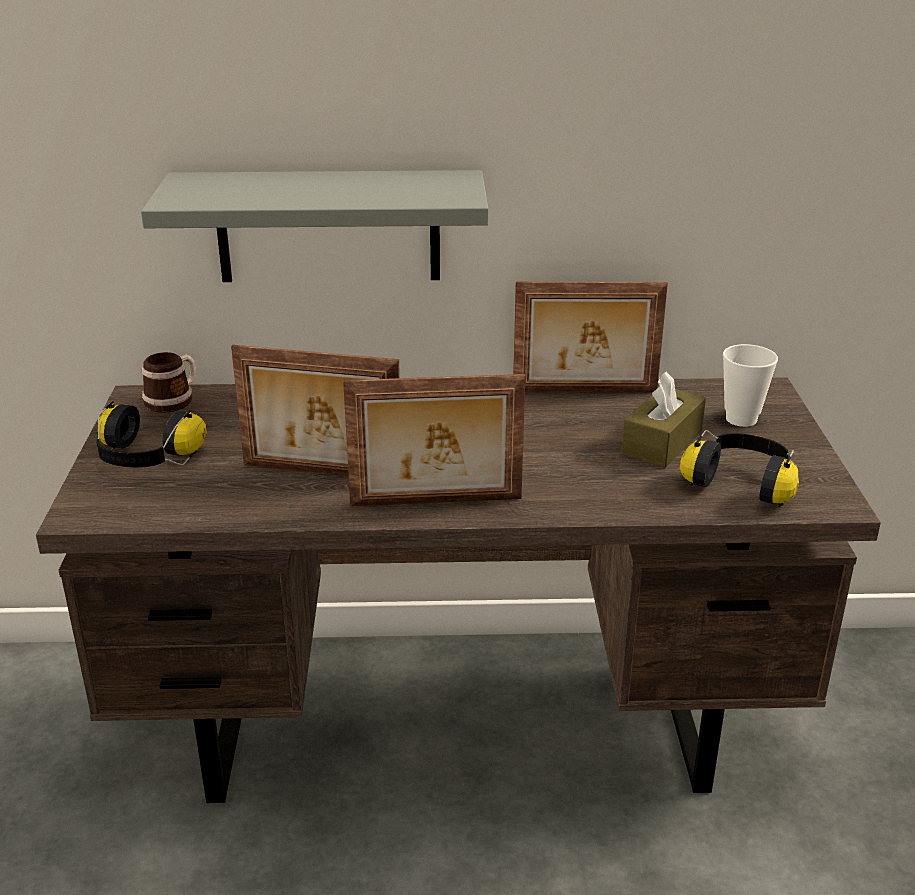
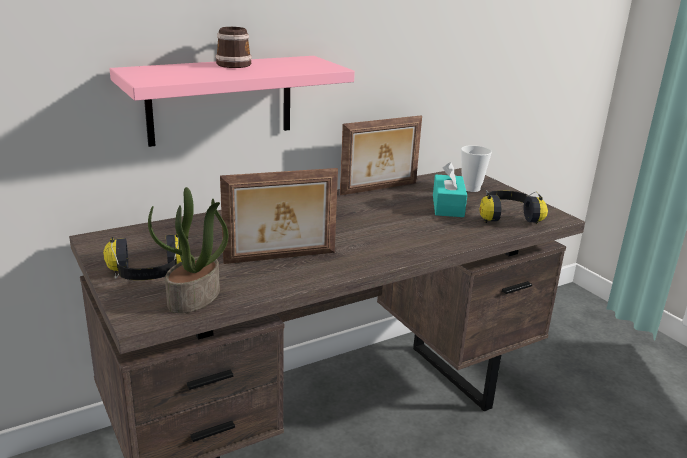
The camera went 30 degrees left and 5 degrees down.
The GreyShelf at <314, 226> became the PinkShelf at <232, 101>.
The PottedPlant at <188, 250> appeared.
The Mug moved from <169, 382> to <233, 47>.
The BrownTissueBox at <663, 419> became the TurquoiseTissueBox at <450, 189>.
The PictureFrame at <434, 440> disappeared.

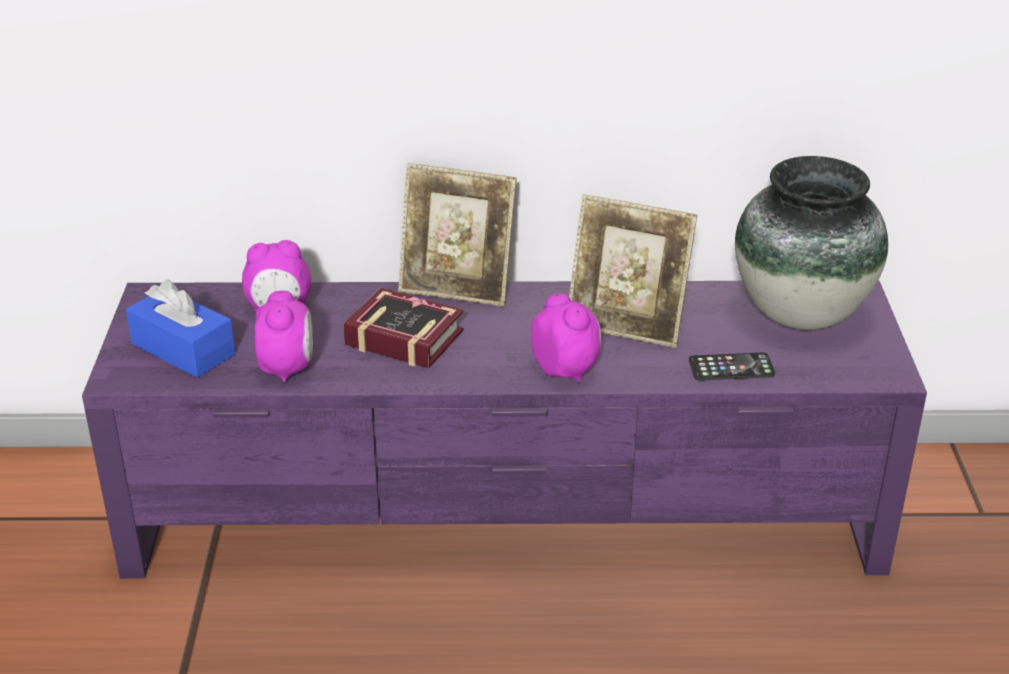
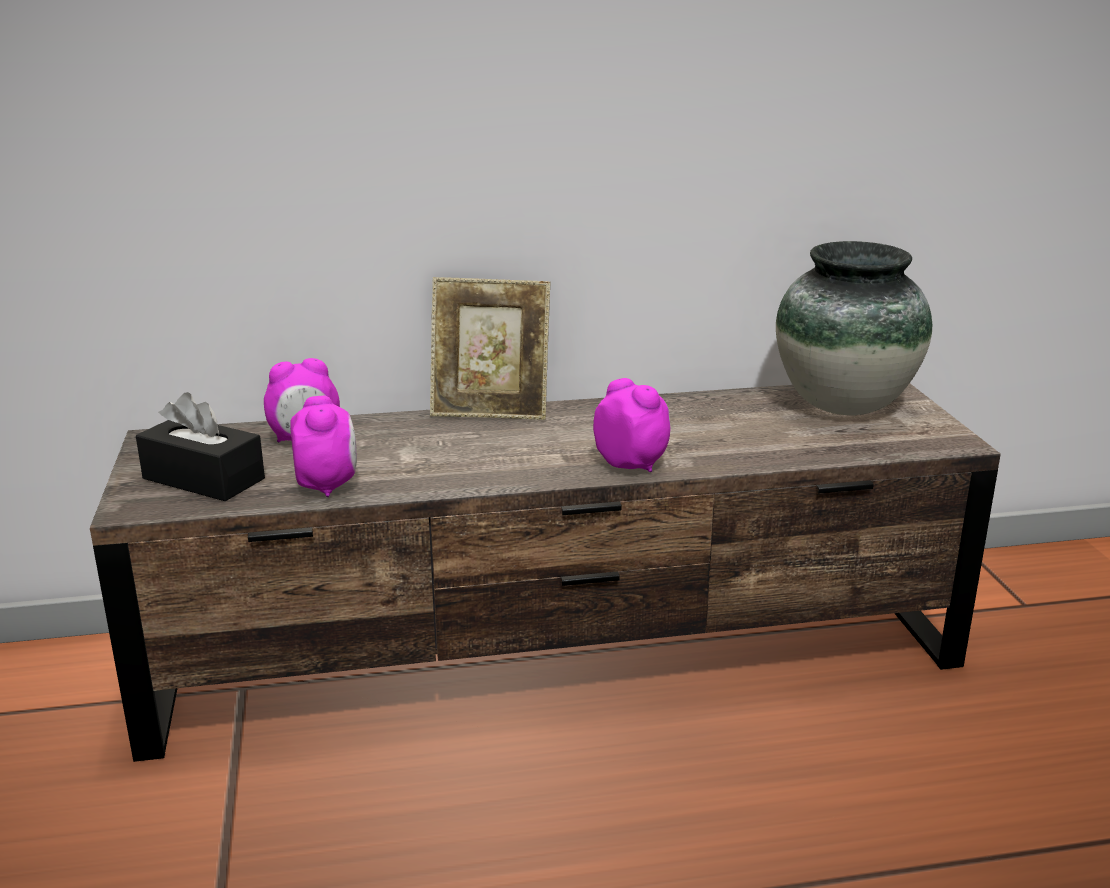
The camera went 10 degrees left and 10 degrees down.
The PurpleTvStand at <504, 429> became the BrownTvStand at <545, 572>.
The BlueTissueBox at <180, 329> became the BlackTissueBox at <200, 446>.
The Book at <403, 328> disappeared.
The PictureFrame at <633, 271> disappeared.
The Phone at <732, 366> disappeared.

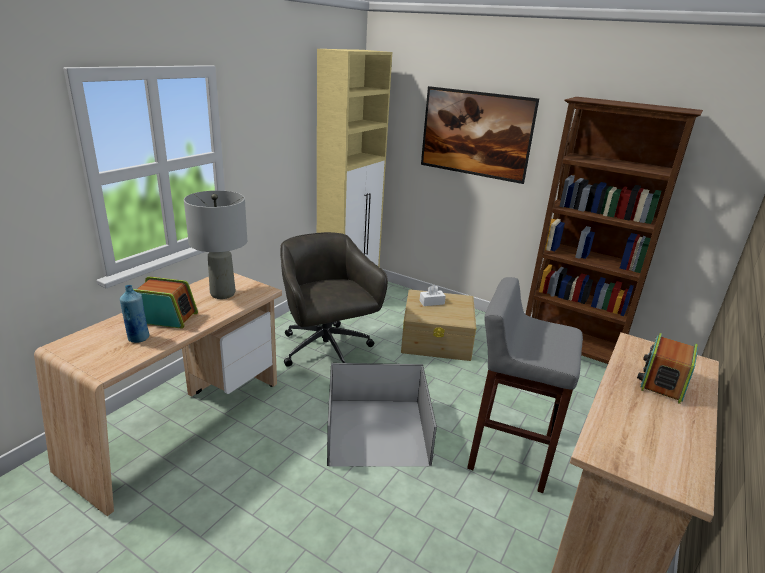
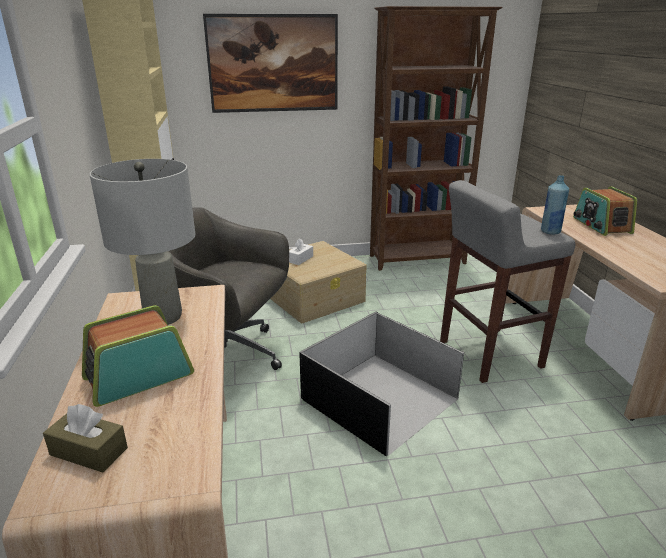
The camera went 40 degrees left and 0 degrees up.
The BrownTissueBox at <85, 438> appeared.
The BlueBottle moved from <134, 314> to <555, 204>.

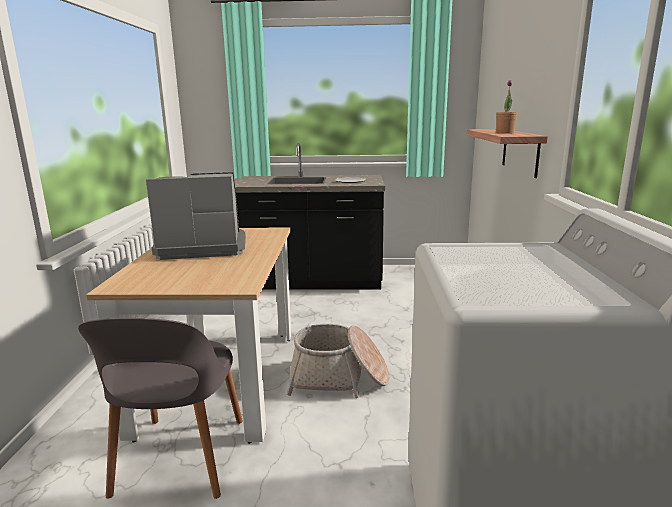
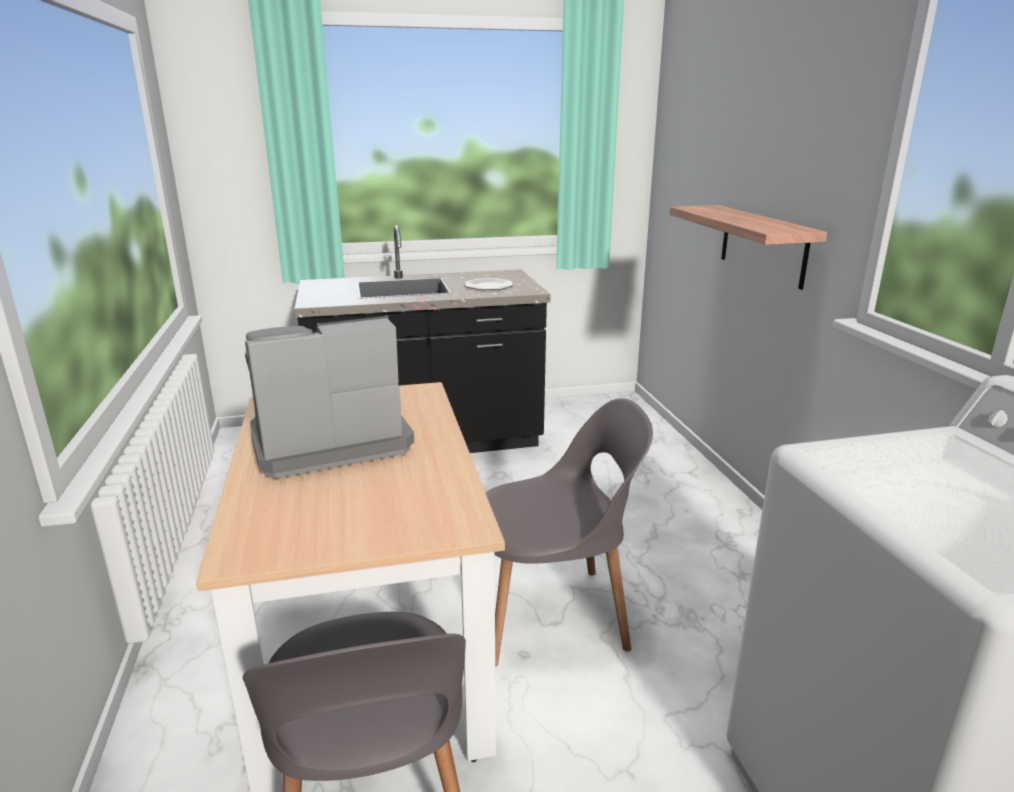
The camera went 15 degrees left and 5 degrees up.
The Basket at <338, 361> was replaced by the GreyChair at <569, 532>.
The PottedPlant at <506, 107> disappeared.

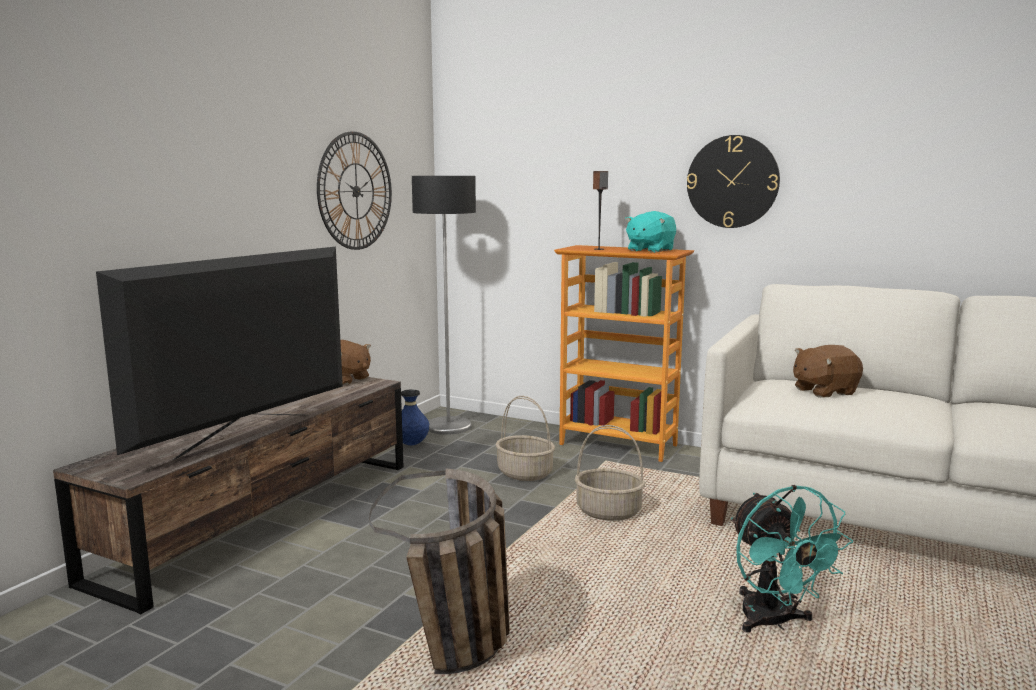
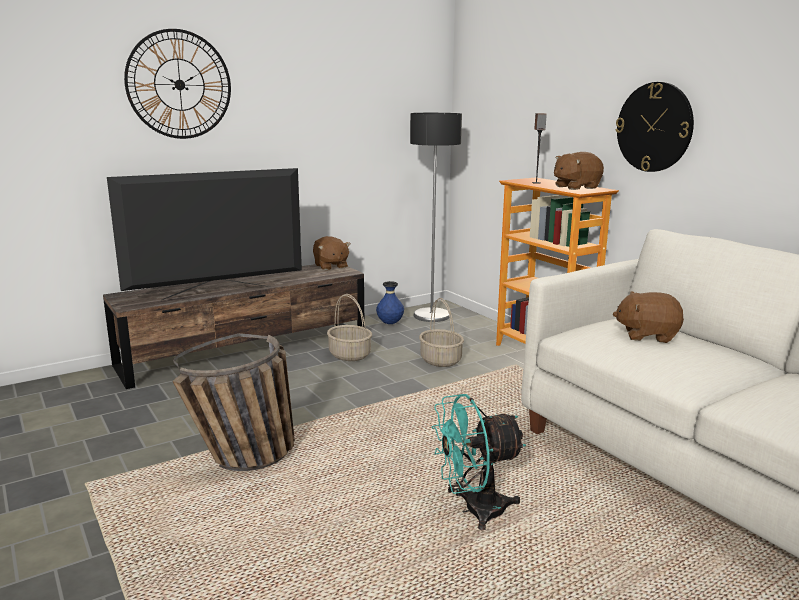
The camera went 30 degrees right and 5 degrees up.
The WallClock moved from <354, 191> to <177, 84>.
The Basket moved from <610, 473> to <349, 327>.
The TurquoiseFan at <792, 559> turned 60 degrees clockwise.
The TurquoisePlushToy at <650, 232> became the BrownPlushToy at <579, 171>.

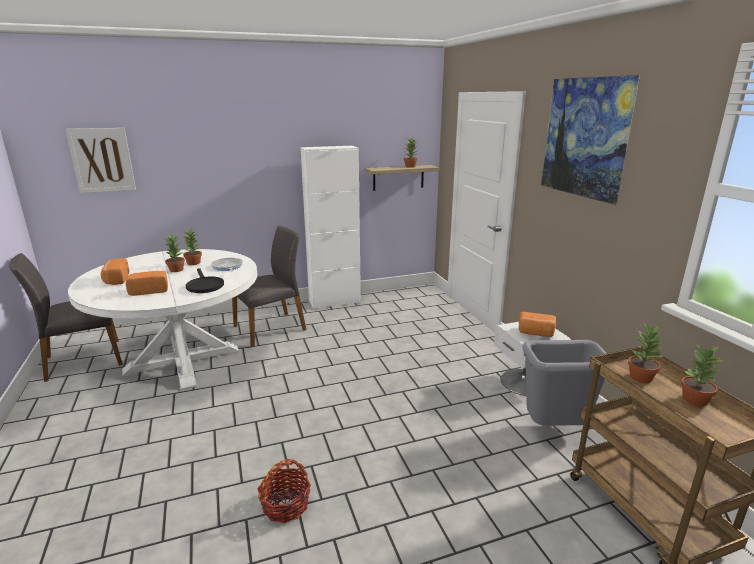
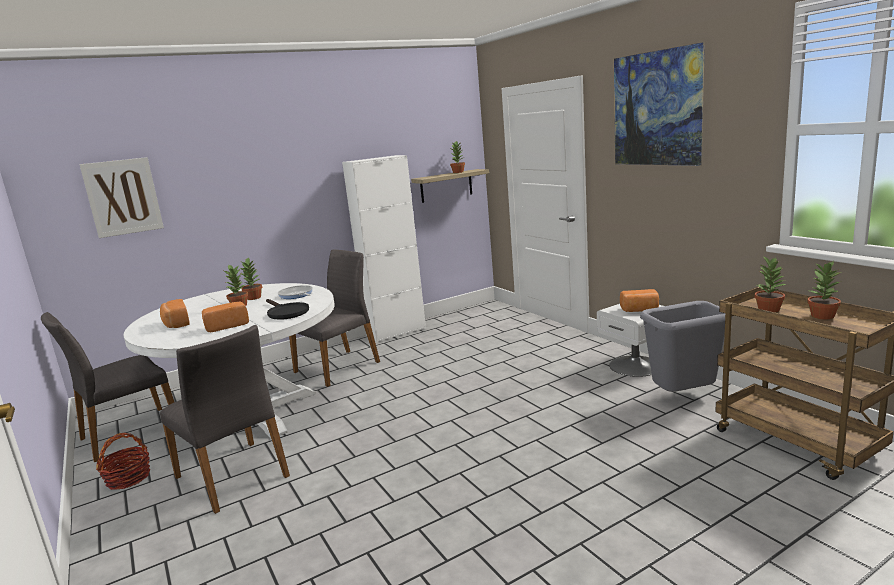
The camera went 10 degrees left and 5 degrees down.
The Basket moved from <284, 491> to <123, 461>.
The GreyChair at <225, 419> appeared.

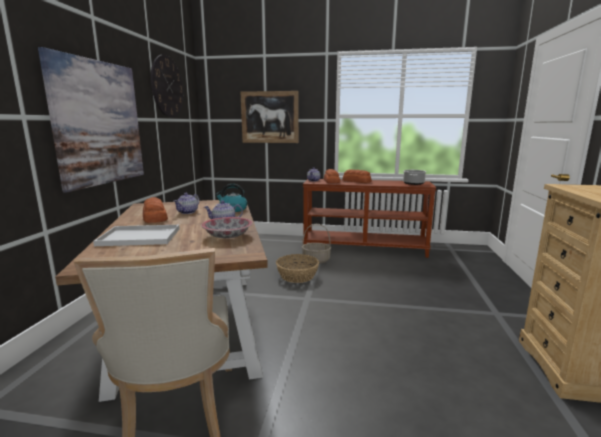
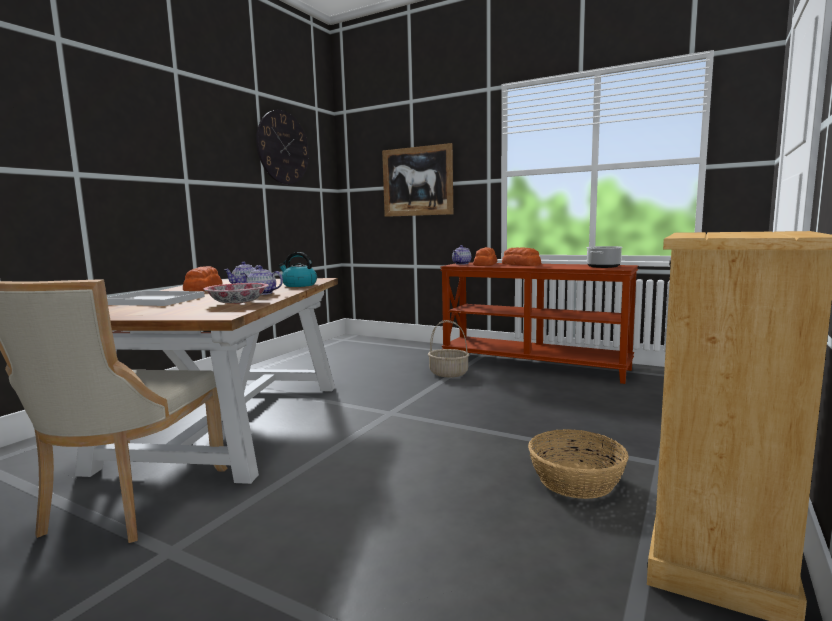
The camera went 20 degrees right and 5 degrees down.
The Basket moved from <297, 268> to <578, 464>.
The Picture at <91, 120> disappeared.

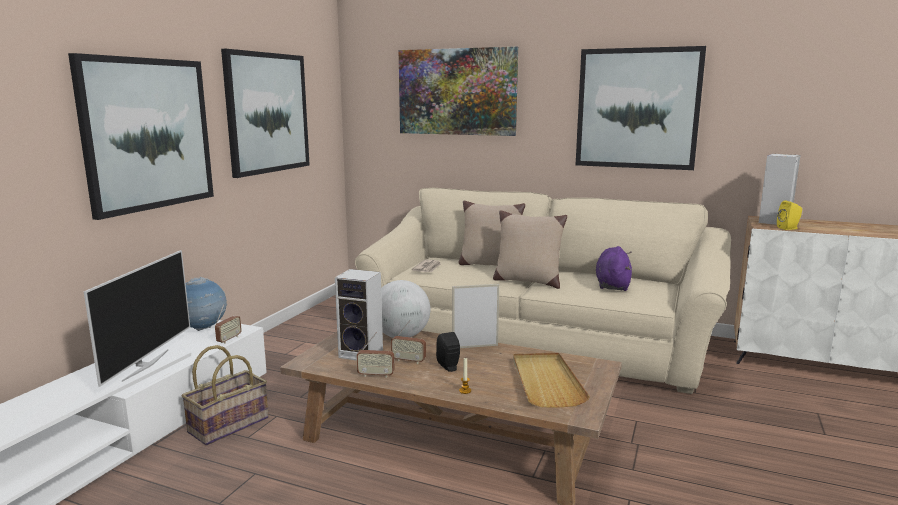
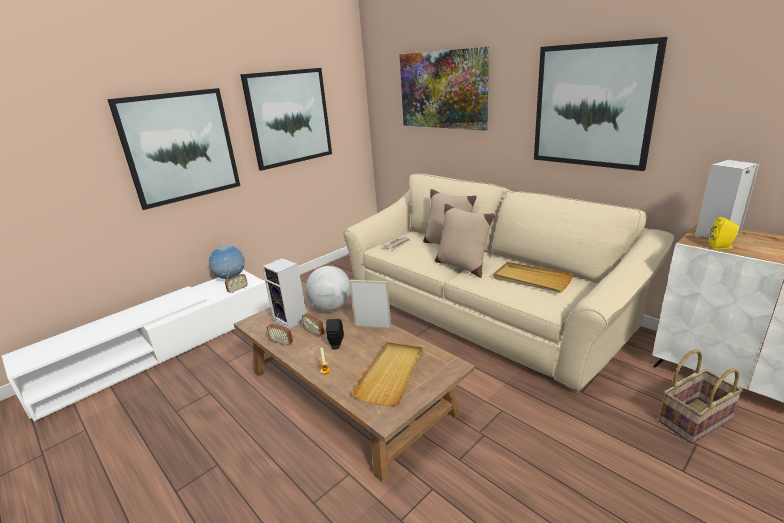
The camera went 25 degrees right and 10 degrees up.
The PurplePlushToy at <614, 268> was replaced by the BeigeTray at <533, 277>.
The Basket moved from <225, 395> to <701, 396>.
The Television at <137, 318> disappeared.

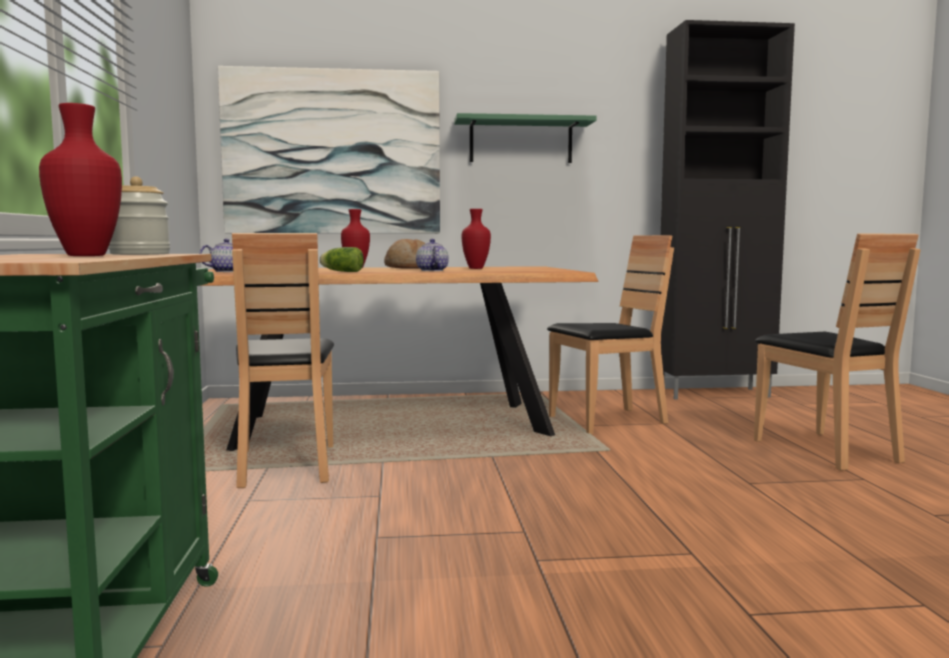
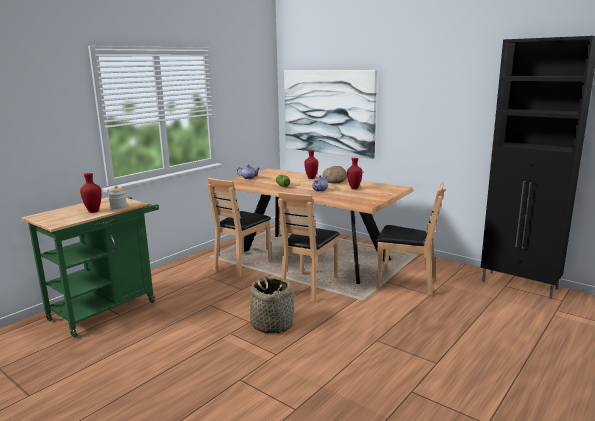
The camera went 45 degrees right and 10 degrees up.
The Basket at <272, 305> appeared.
The BrownChair moved from <837, 352> to <309, 247>.
The GreenShelf at <525, 138> disappeared.

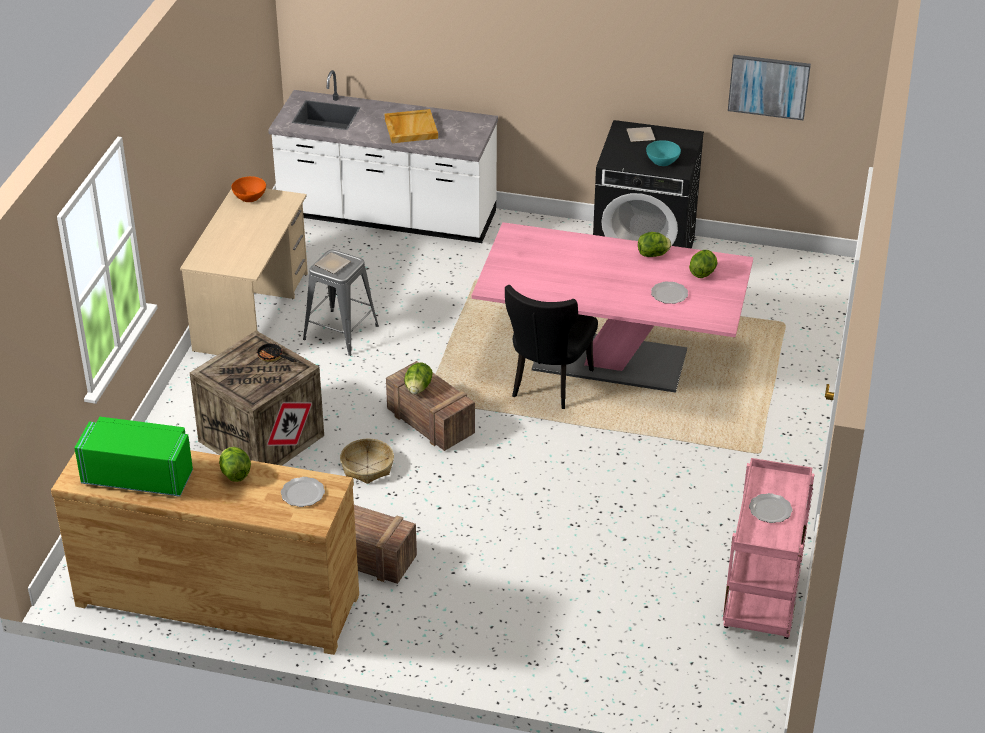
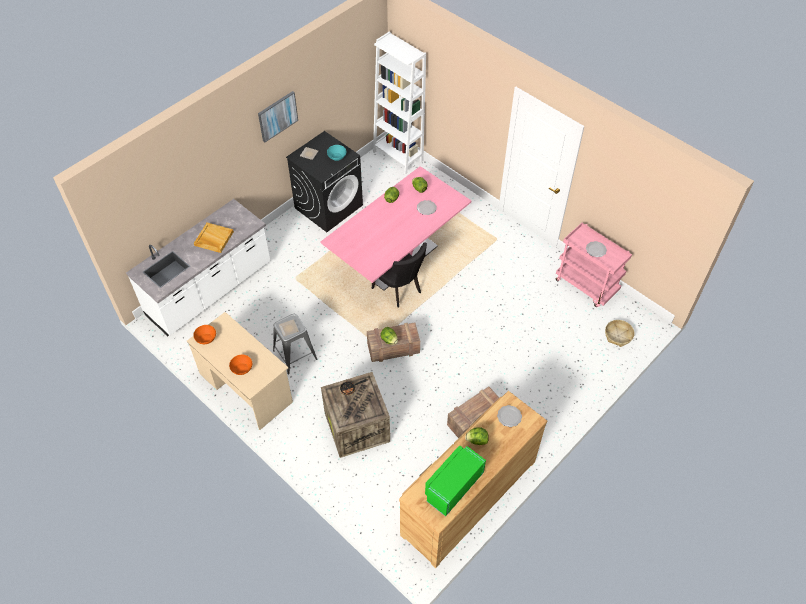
The camera went 60 degrees left and 15 degrees up.
The OrangeBowl at <240, 365> appeared.
The Picture moved from <769, 87> to <278, 116>.
The WhiteBookcase at <399, 102> appeared.
The Basket moved from <367, 461> to <620, 333>.

